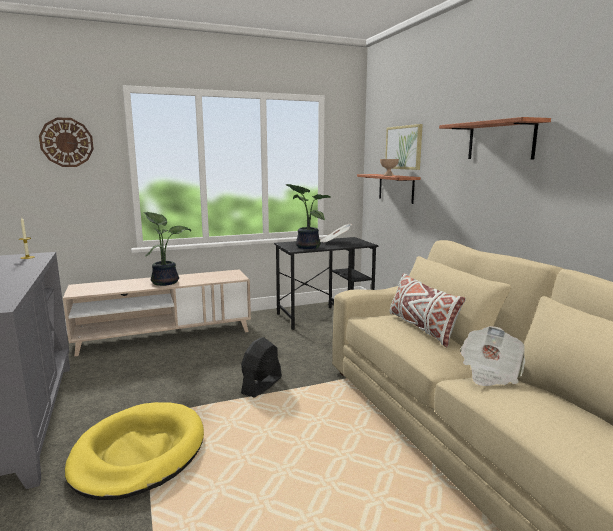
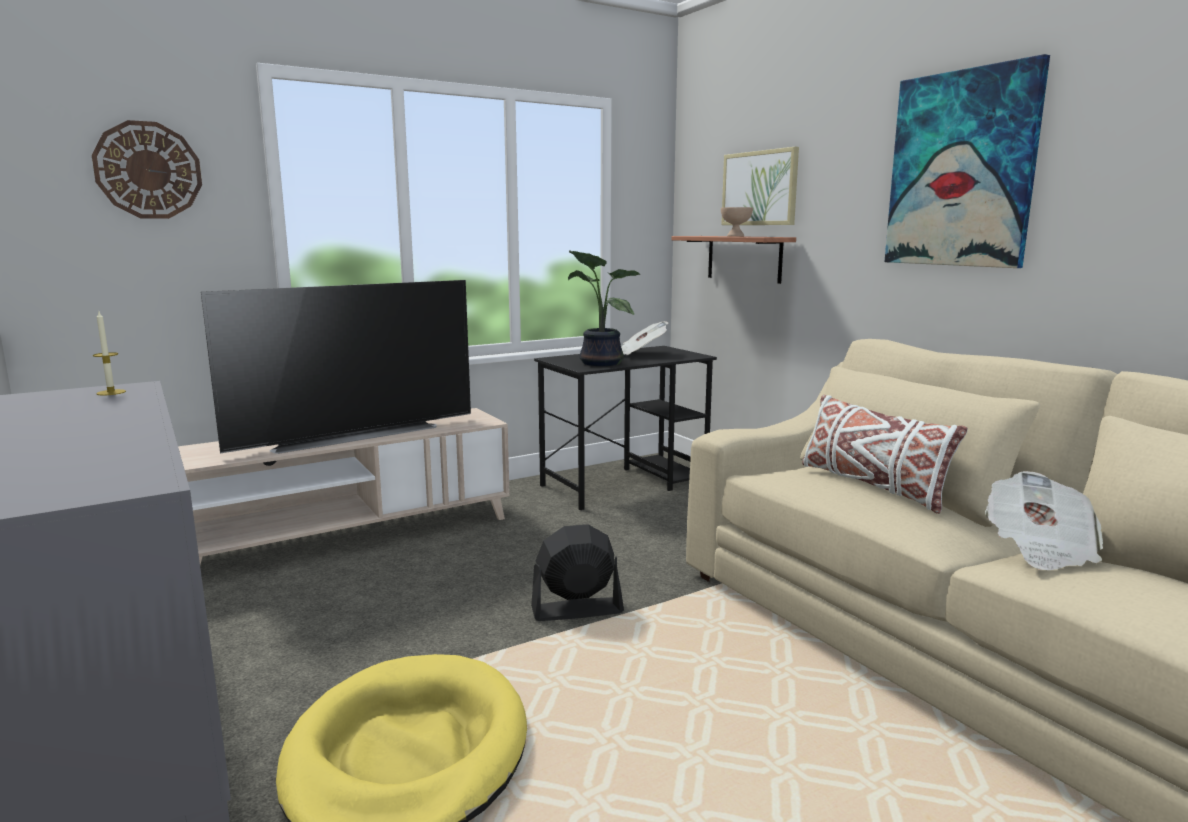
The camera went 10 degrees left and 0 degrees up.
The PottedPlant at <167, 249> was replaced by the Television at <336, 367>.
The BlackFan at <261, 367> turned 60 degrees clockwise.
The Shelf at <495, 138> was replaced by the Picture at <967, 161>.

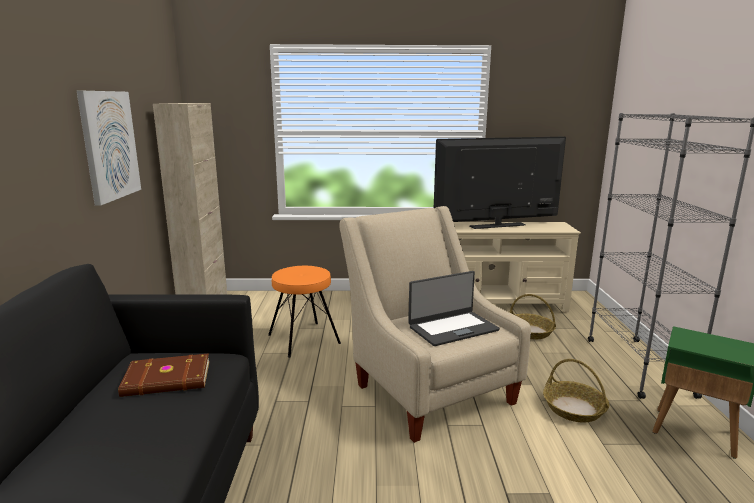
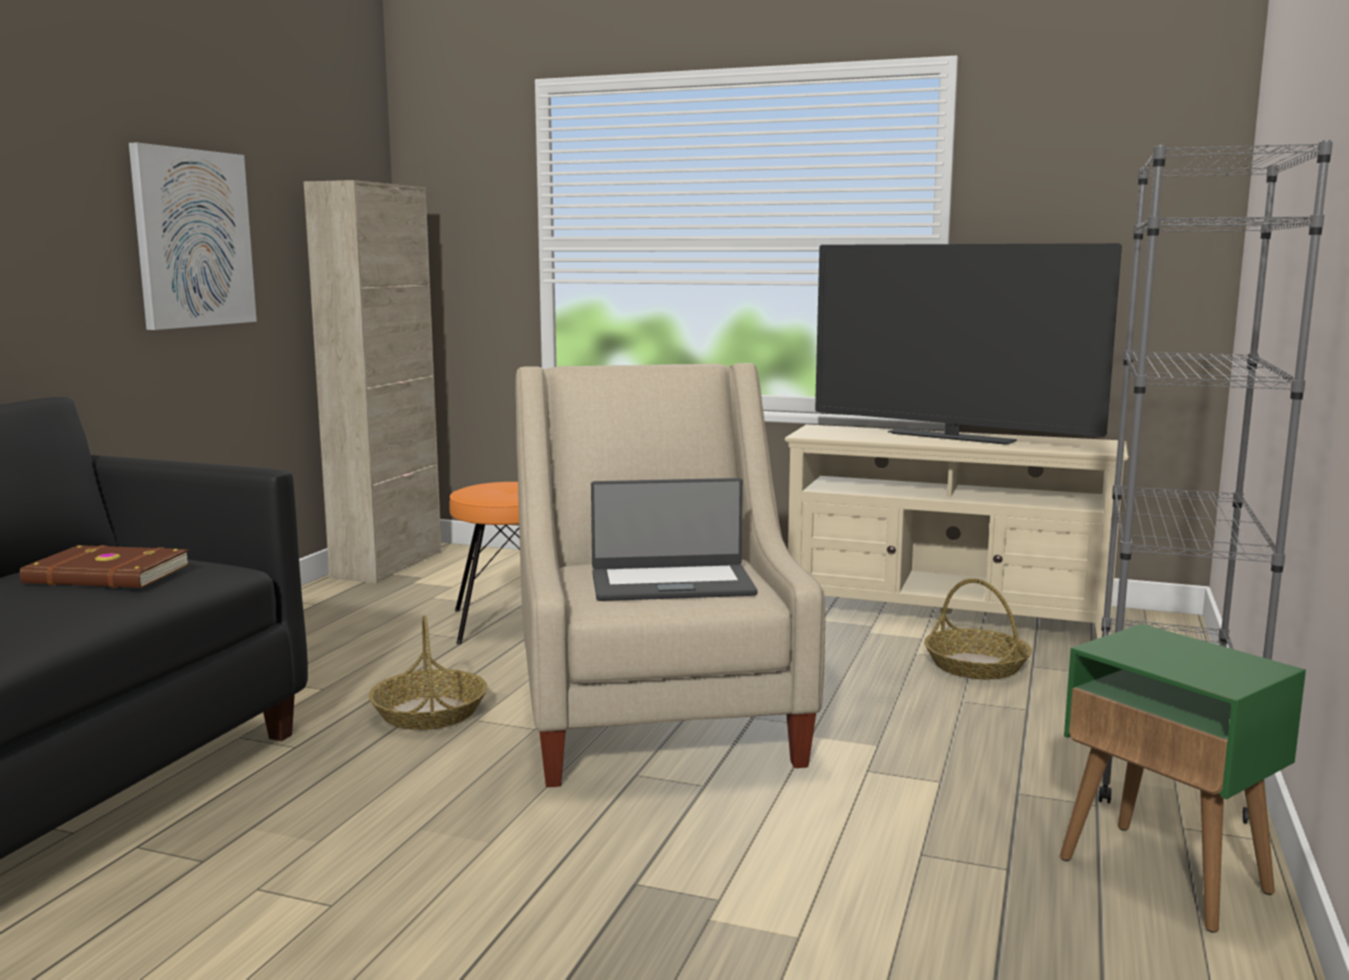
The camera went 20 degrees right and 5 degrees down.
The Basket moved from <576, 391> to <428, 672>.
The Television at <500, 183> turned 150 degrees counterclockwise.

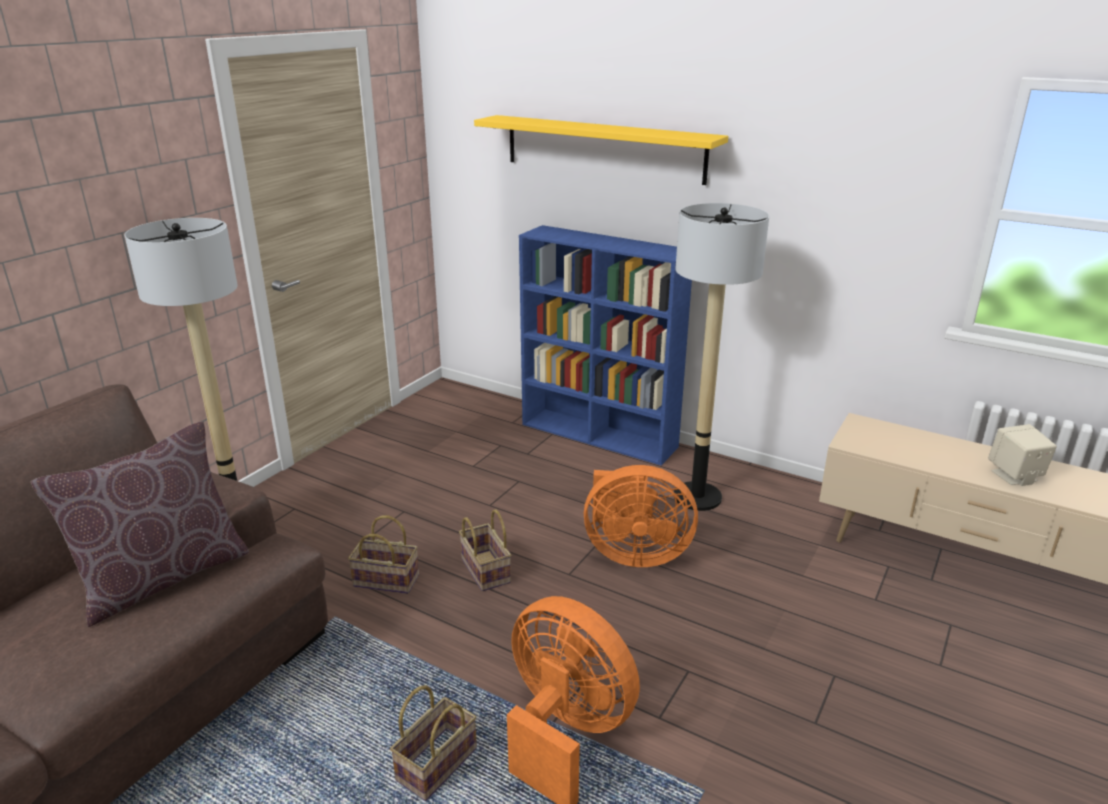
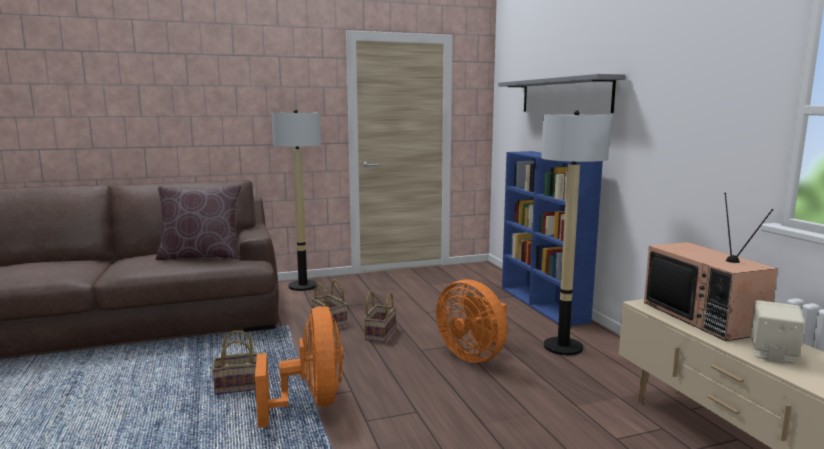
The camera went 40 degrees right and 15 degrees down.
The YellowShelf at <601, 150> became the GreyShelf at <561, 93>.
The Television at <711, 267> appeared.

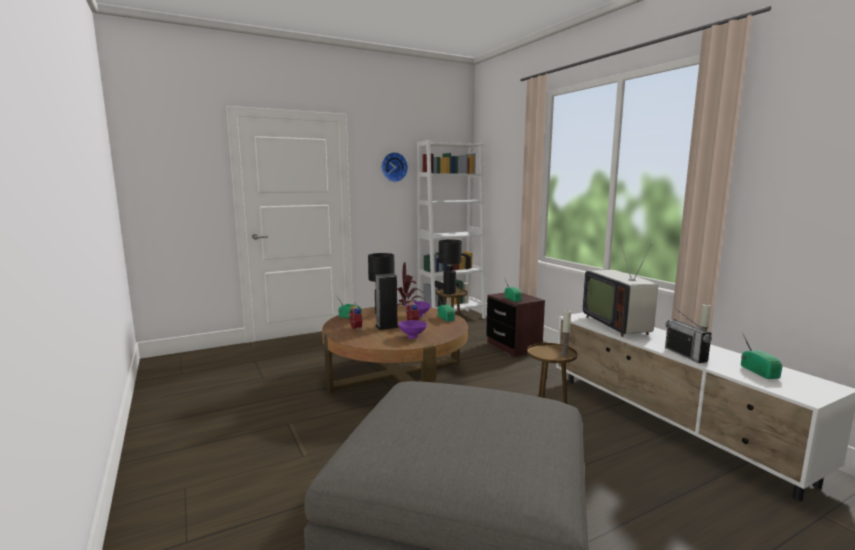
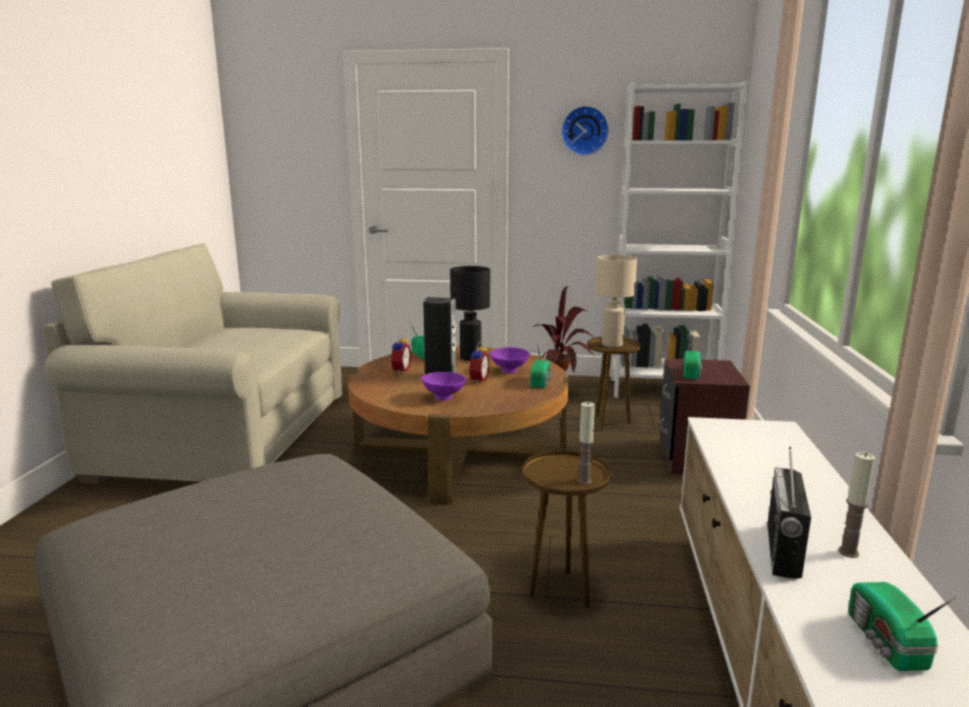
The camera went 35 degrees right and 5 degrees up.
The BeigeSofa at <192, 363> appeared.
The BlackTableLamp at <450, 267> became the BeigeTableLamp at <616, 301>.
The Radio at <761, 355> turned 150 degrees clockwise.
The Television at <620, 290> disappeared.

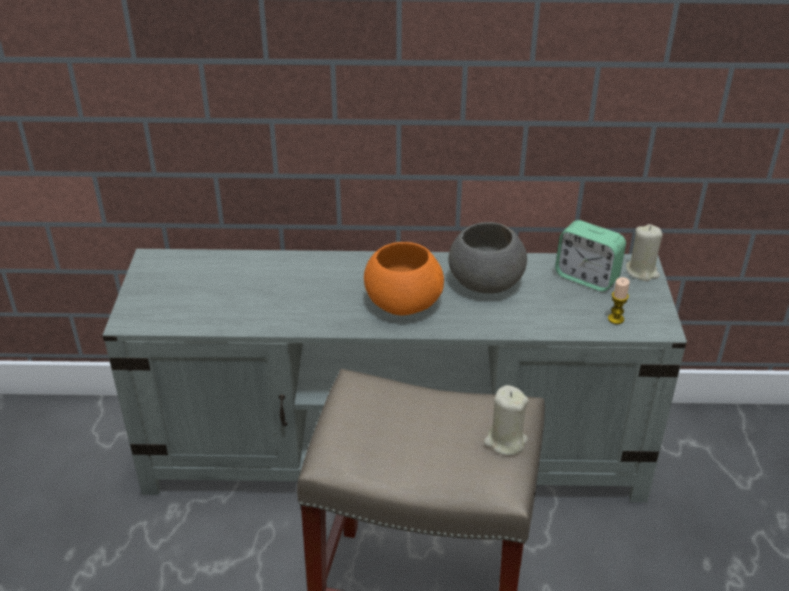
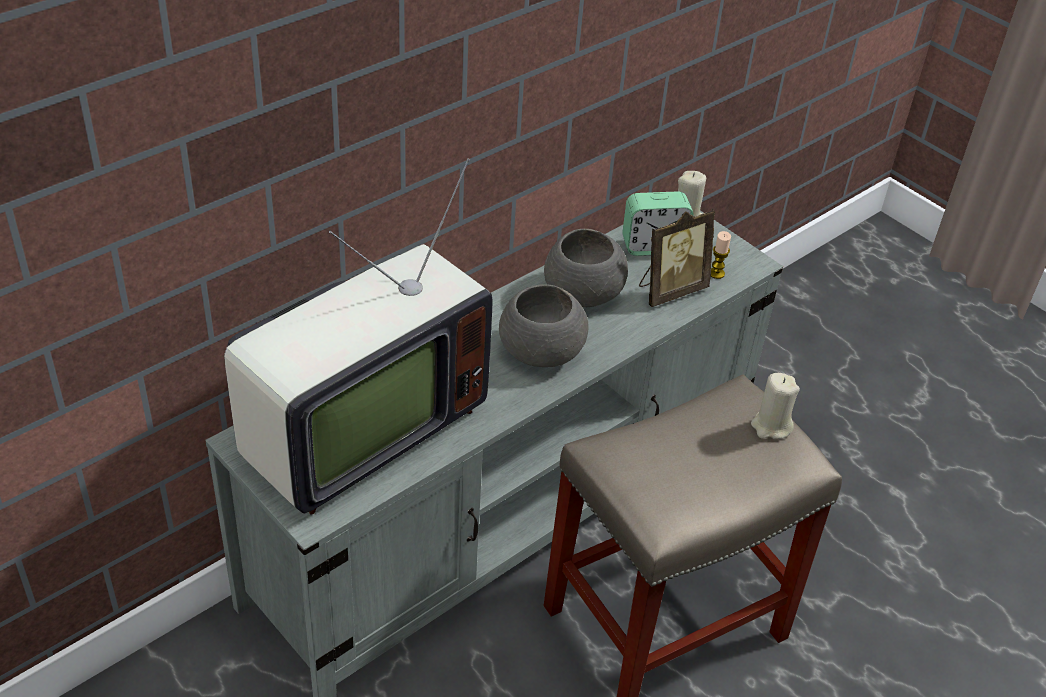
The camera went 45 degrees left and 5 degrees up.
The Television at <358, 336> appeared.
The OrangeBowl at <404, 279> became the GreyBowl at <544, 325>.
The PictureFrame at <677, 258> appeared.

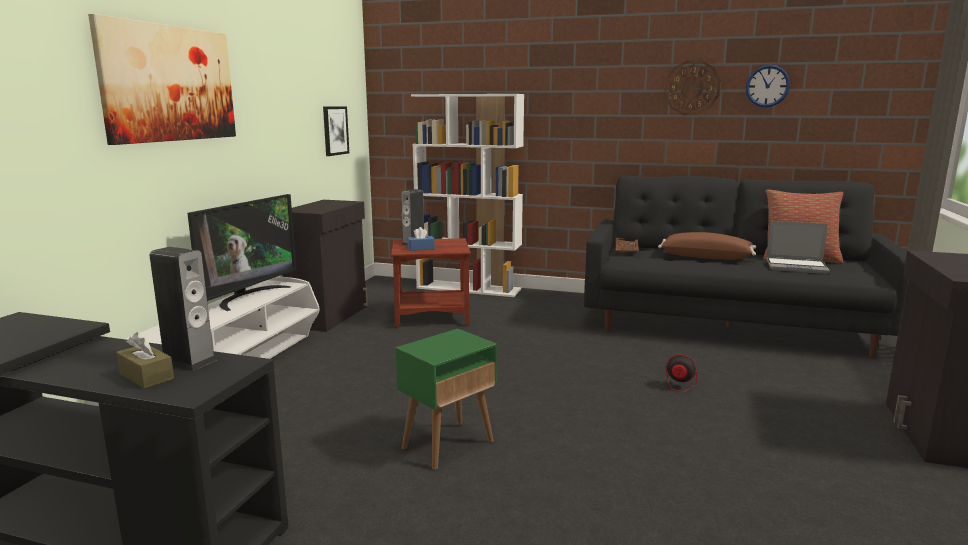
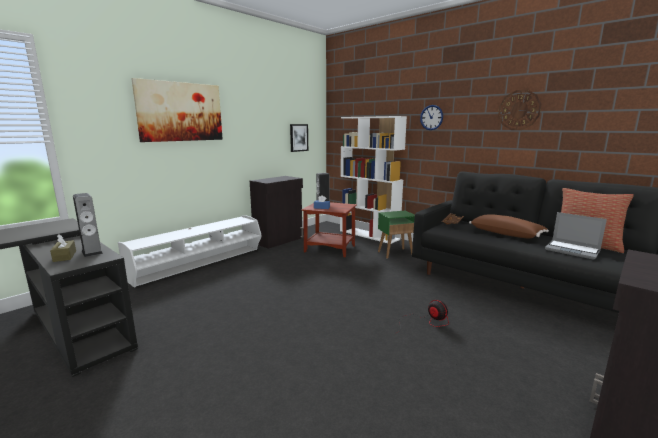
The camera went 25 degrees right and 0 degrees up.
The GreenSideTable moved from <446, 399> to <396, 235>.
The WallClock moved from <768, 86> to <431, 117>.
The Television at <241, 252> disappeared.

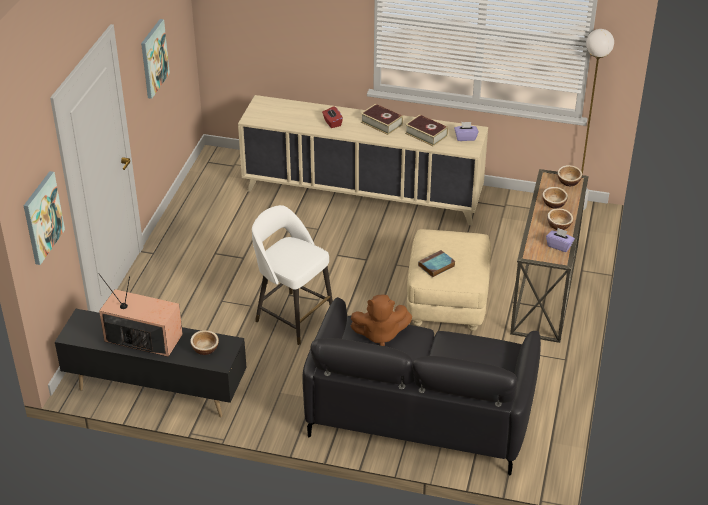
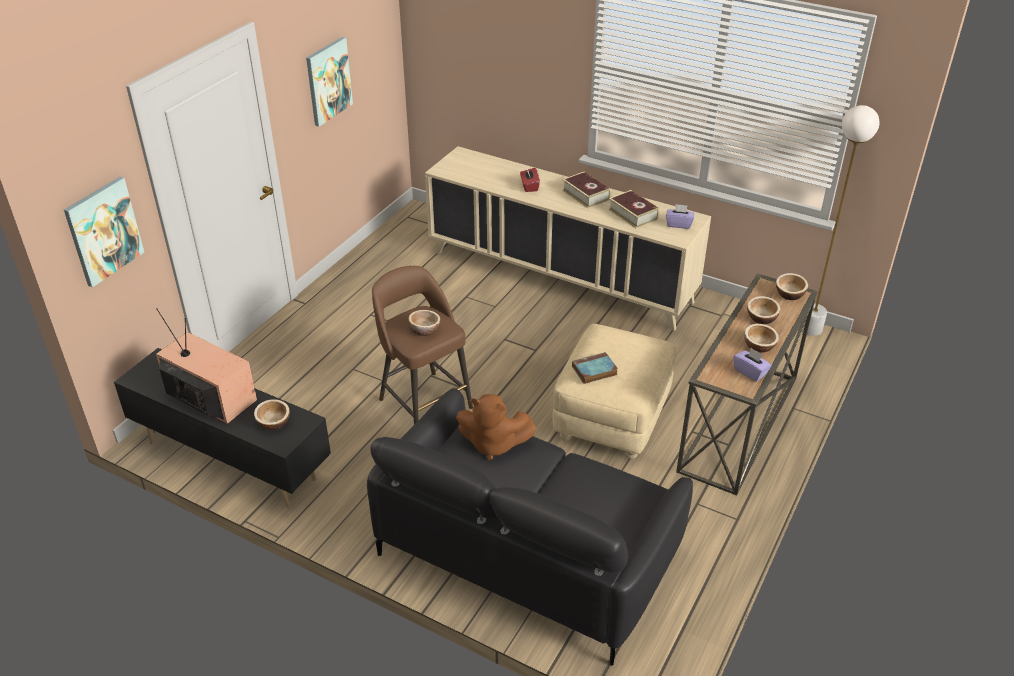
The camera went 15 degrees right and 0 degrees up.
The WhiteStool at <292, 275> became the BrownStool at <422, 345>.
The Bowl at <424, 323> appeared.

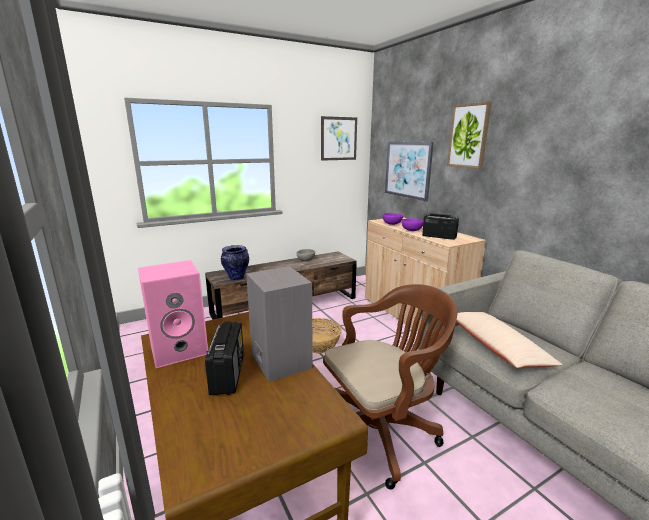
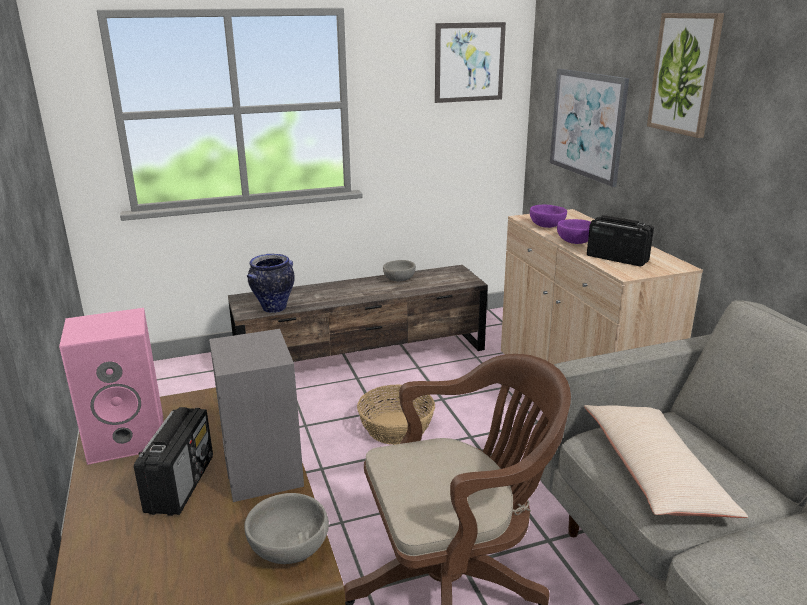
The camera went 10 degrees right and 5 degrees up.
The GreyBowl at <286, 528> appeared.

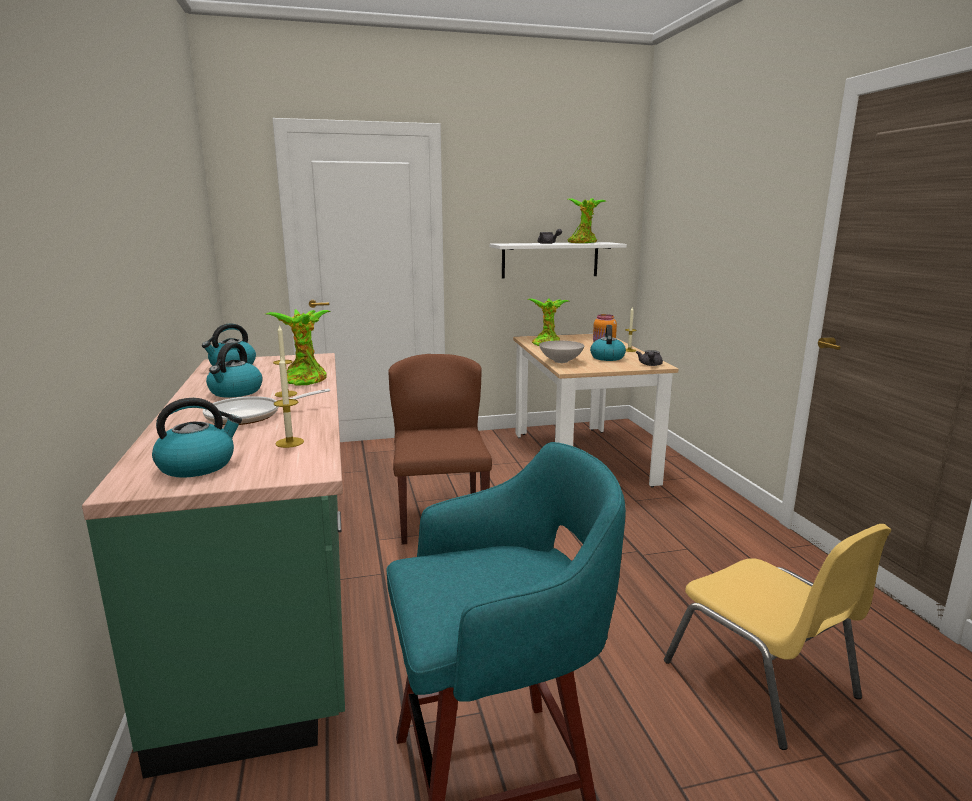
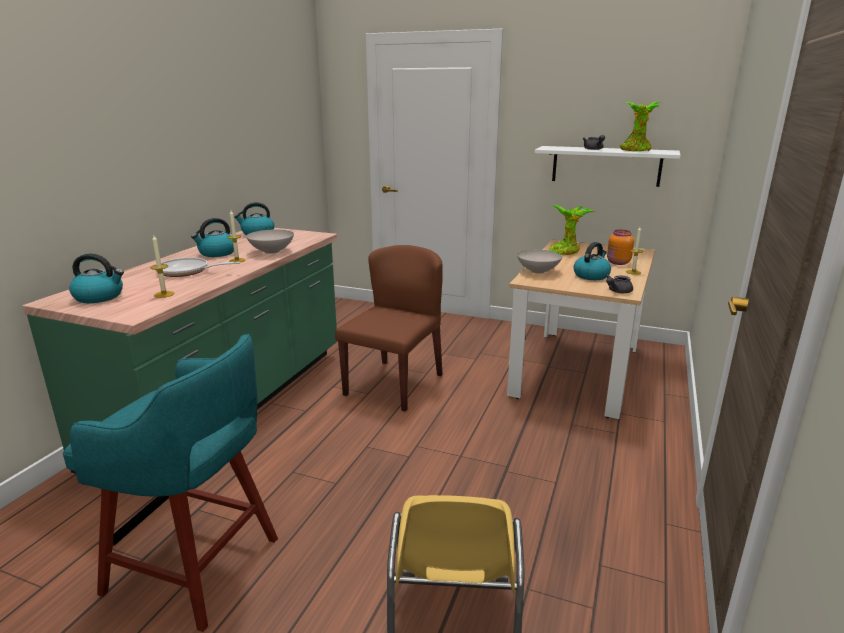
The camera went 35 degrees right and 5 degrees up.
The PottedPlant at <298, 347> was replaced by the WhiteBowl at <270, 241>.

